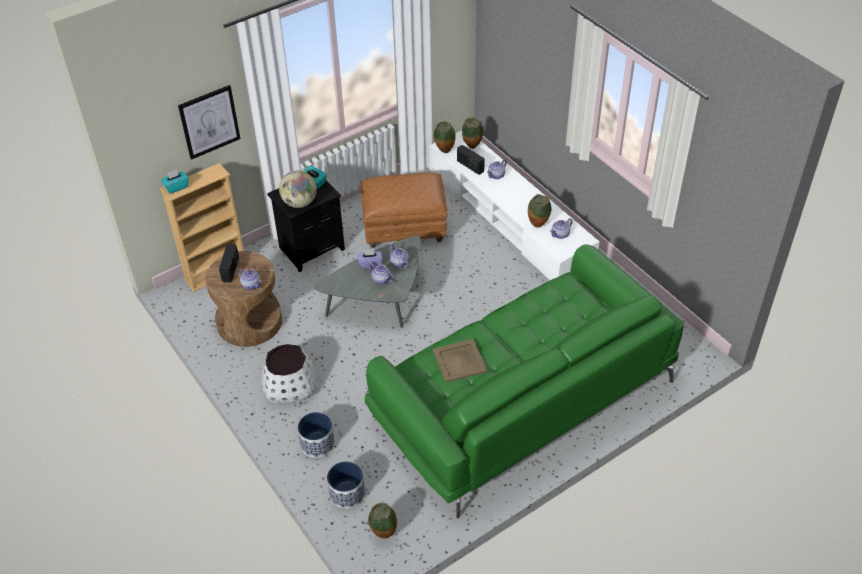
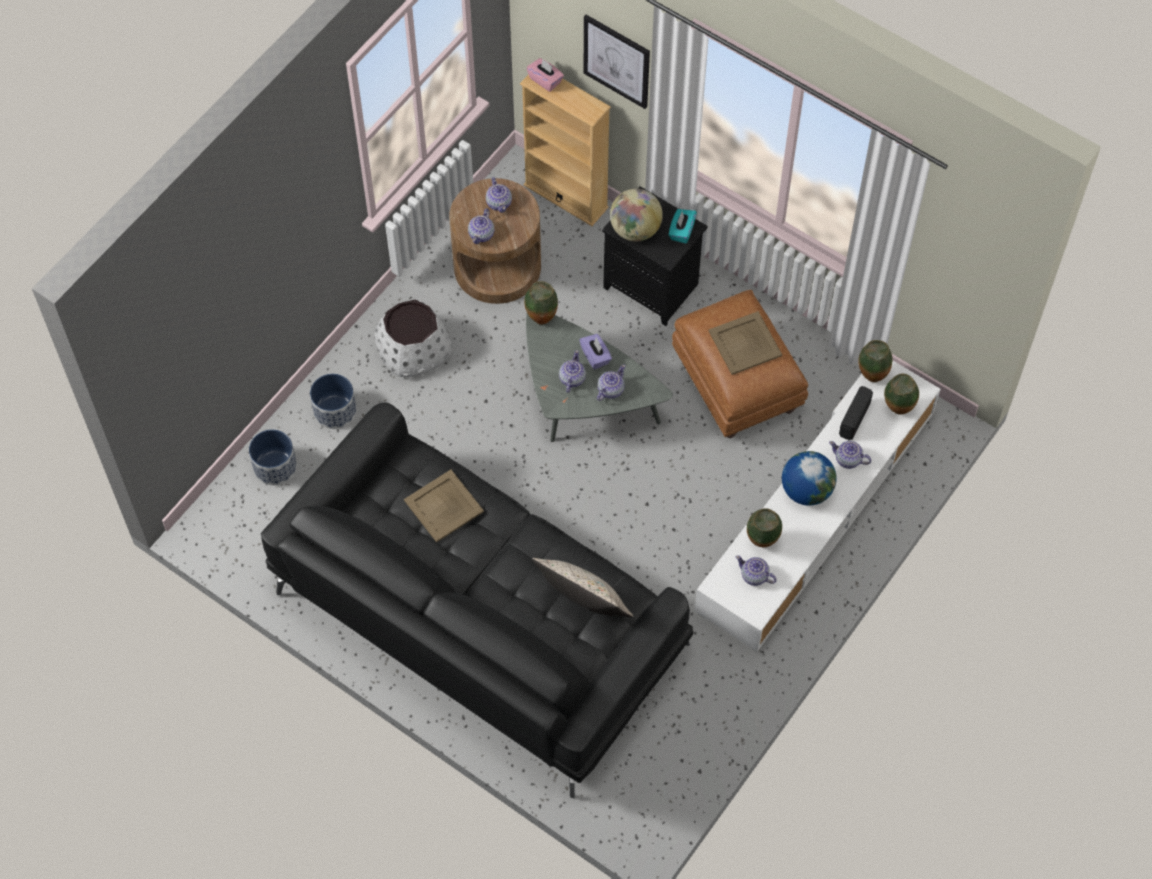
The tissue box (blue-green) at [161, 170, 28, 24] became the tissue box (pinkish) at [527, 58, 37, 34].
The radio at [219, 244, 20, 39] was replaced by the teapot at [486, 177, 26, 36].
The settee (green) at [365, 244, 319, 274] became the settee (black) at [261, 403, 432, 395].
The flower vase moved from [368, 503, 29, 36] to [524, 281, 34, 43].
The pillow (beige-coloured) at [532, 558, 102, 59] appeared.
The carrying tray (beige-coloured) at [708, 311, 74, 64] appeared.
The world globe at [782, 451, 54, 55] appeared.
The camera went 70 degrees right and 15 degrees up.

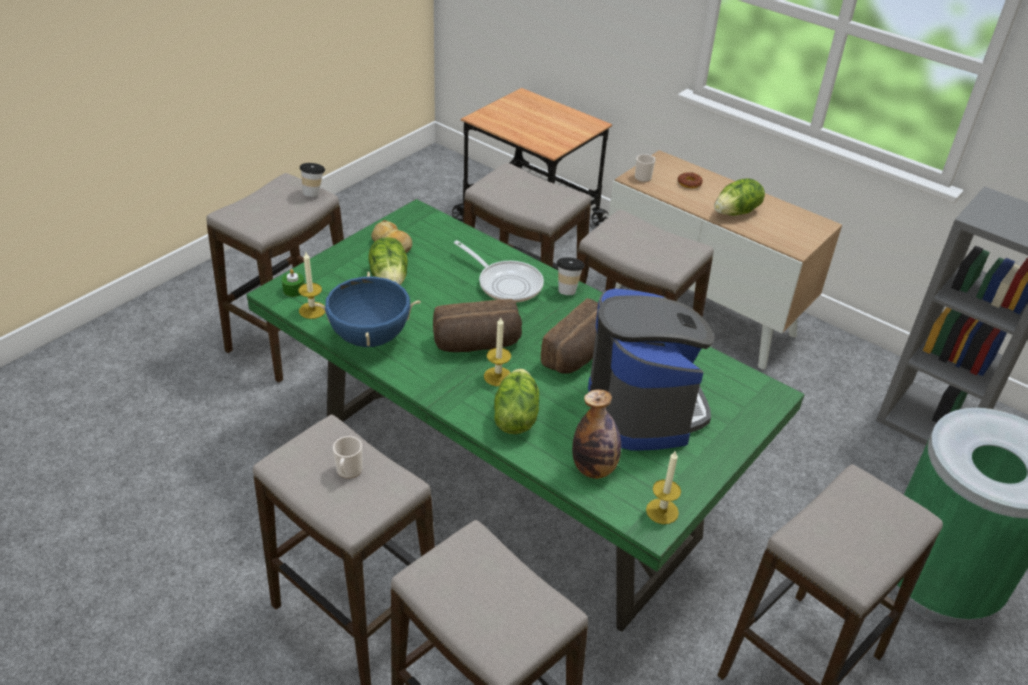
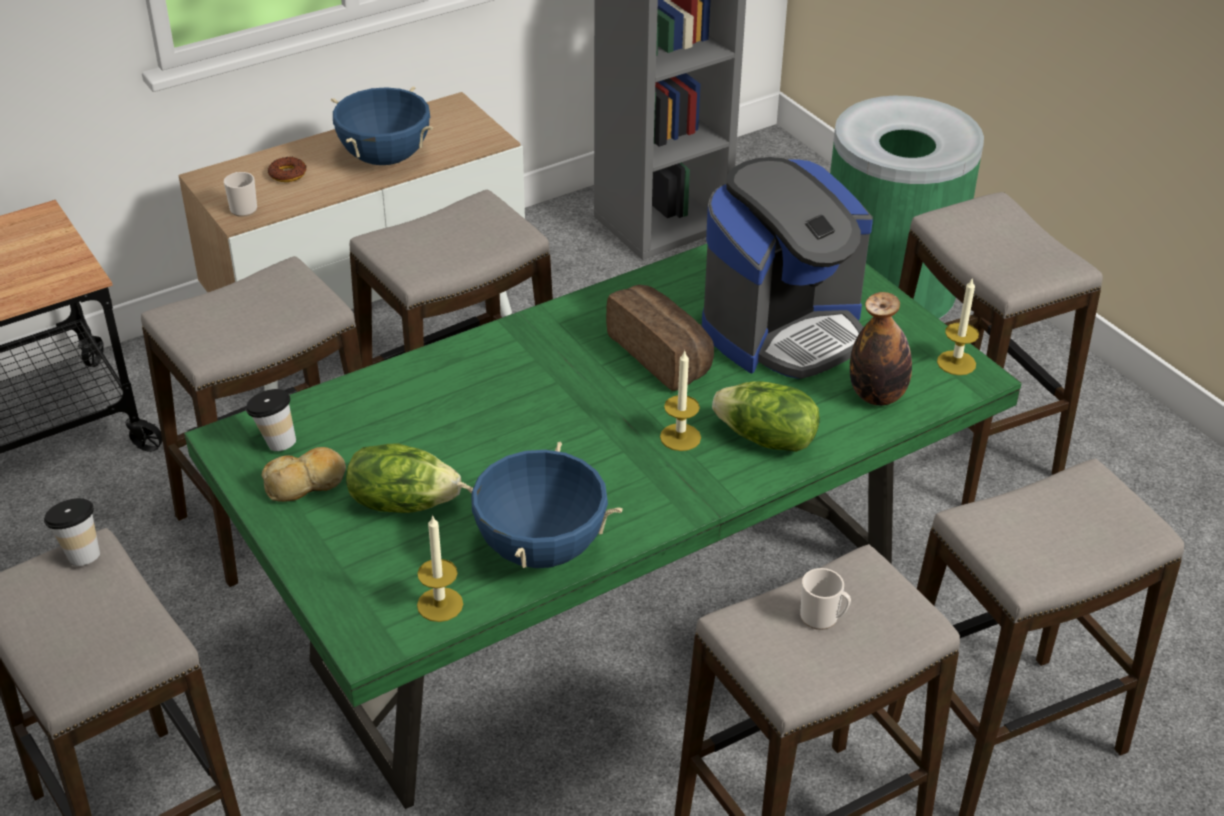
The wax light (green) at [282, 269, 22, 28] disappeared.
The baked bread at [433, 299, 89, 53] disappeared.
The skillet at [454, 240, 90, 63] disappeared.
The drinking cup moved from [557, 257, 28, 38] to [246, 389, 50, 62].
The coffee machine at [588, 288, 126, 163] turned 135 degrees clockwise.
The lettuce head at [714, 178, 51, 38] was replaced by the cooking pot (blue) at [331, 86, 102, 79].
The camera went 70 degrees left and 0 degrees up.

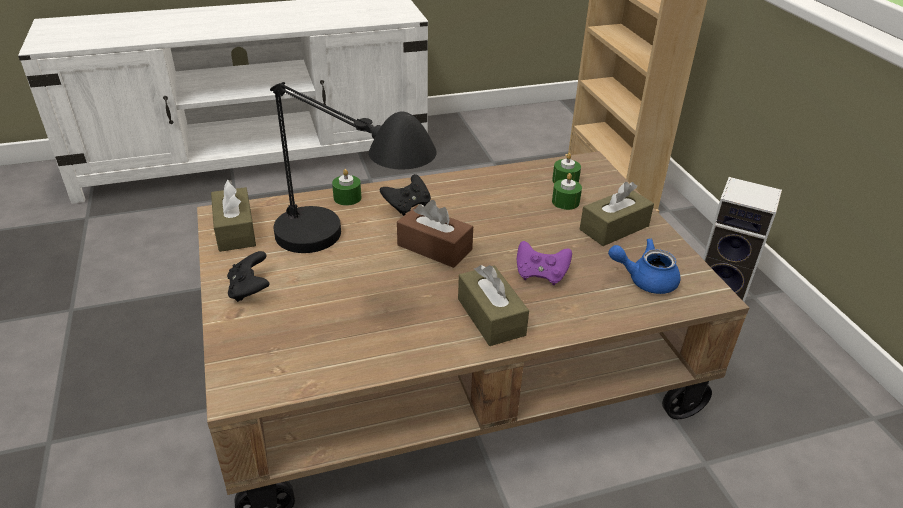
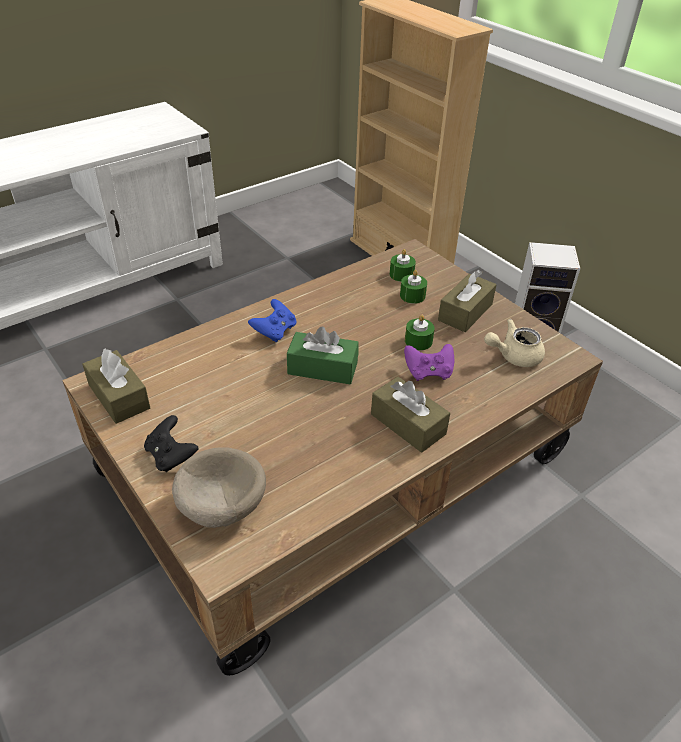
The tabletop lamp (black) at [270, 82, 167, 171] disappeared.
The wax light (green) moved from [332, 169, 29, 37] to [405, 315, 30, 35].
The game controller (black) at [380, 174, 51, 42] became the game controller (blue) at [248, 299, 48, 43].
The tissue box (brownish) at [397, 200, 76, 68] became the tissue box (green) at [287, 326, 72, 58].
The teapot (blue) at [608, 238, 72, 56] became the teapot (beige-coloured) at [484, 319, 61, 48].
The bowl (beige-coloured) at [172, 447, 94, 81] appeared.
The camera went 20 degrees left and 5 degrees up.

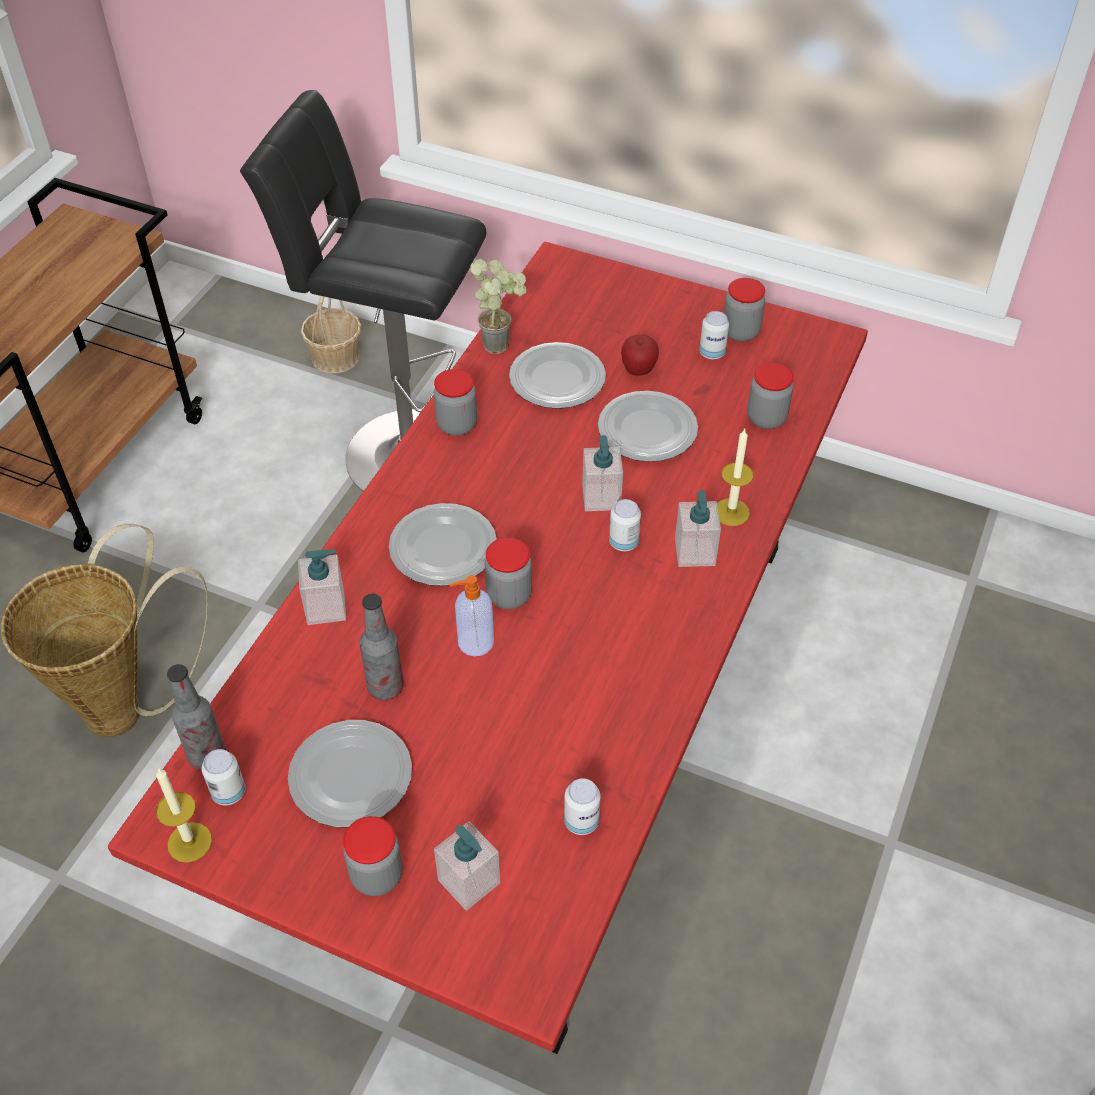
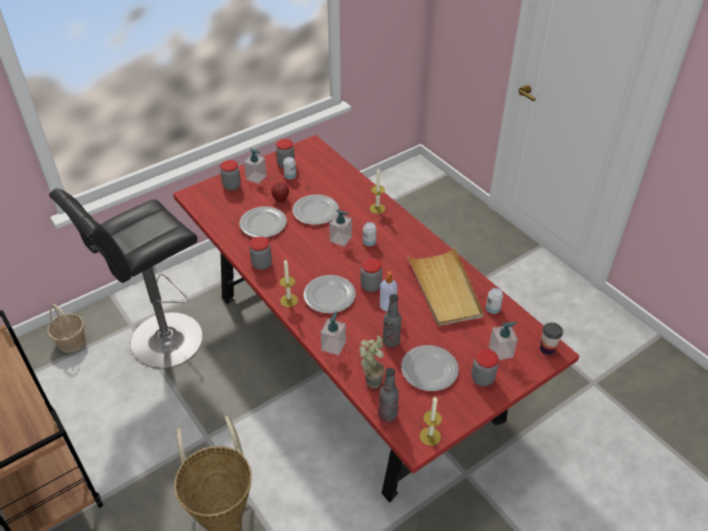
The metal can at [202, 749, 43, 56] disappeared.
The potted plant moved from [470, 259, 56, 95] to [360, 336, 25, 52].
The liquid soap bottle moved from [675, 490, 46, 77] to [244, 149, 23, 35].
The storage jar moved from [747, 363, 47, 66] to [220, 160, 21, 31].
The wax light at [280, 259, 18, 49] appeared.
The carrying tray (beige-coloured) at [407, 247, 77, 79] appeared.
The drinking cup at [540, 322, 23, 33] appeared.
The camera went 60 degrees left and 5 degrees down.

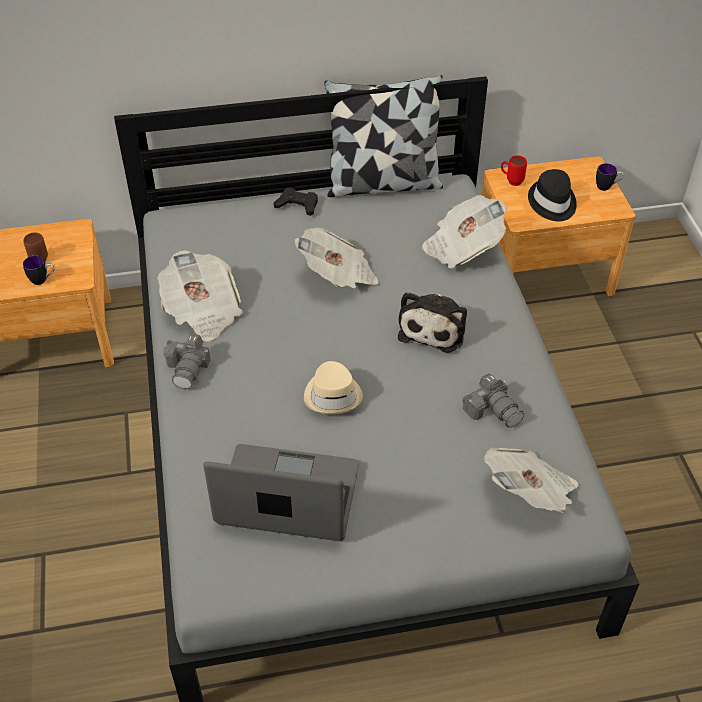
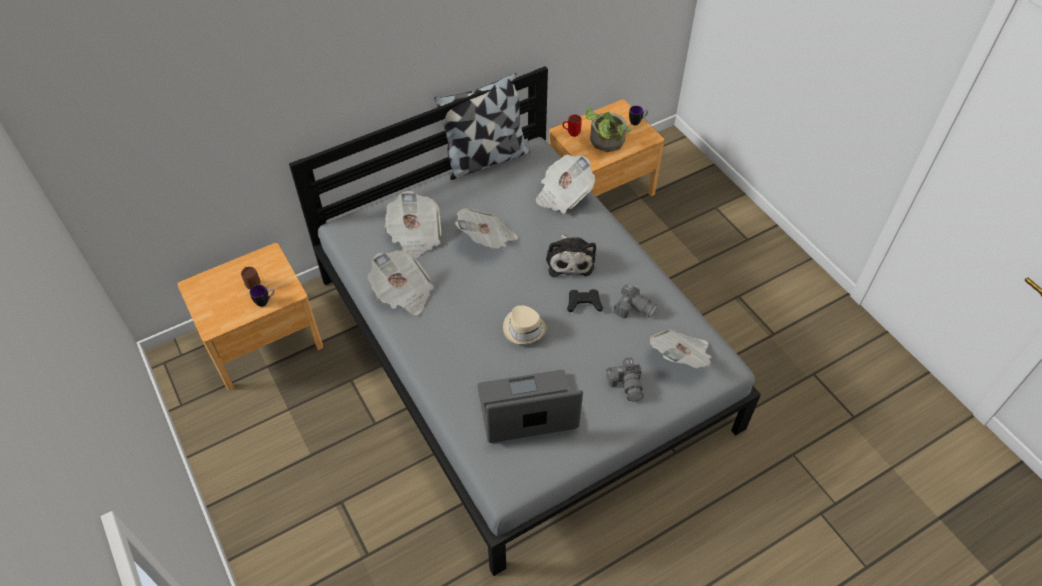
The photo camera moved from [164, 334, 47, 55] to [606, 357, 38, 44].
The game controller (black) moved from [274, 188, 44, 28] to [567, 289, 36, 23].
The hat (black) at [528, 169, 49, 52] was replaced by the potted plant at [585, 107, 47, 45].
The newspaper at [384, 191, 57, 67] appeared.
The camera went 20 degrees left and 5 degrees up.

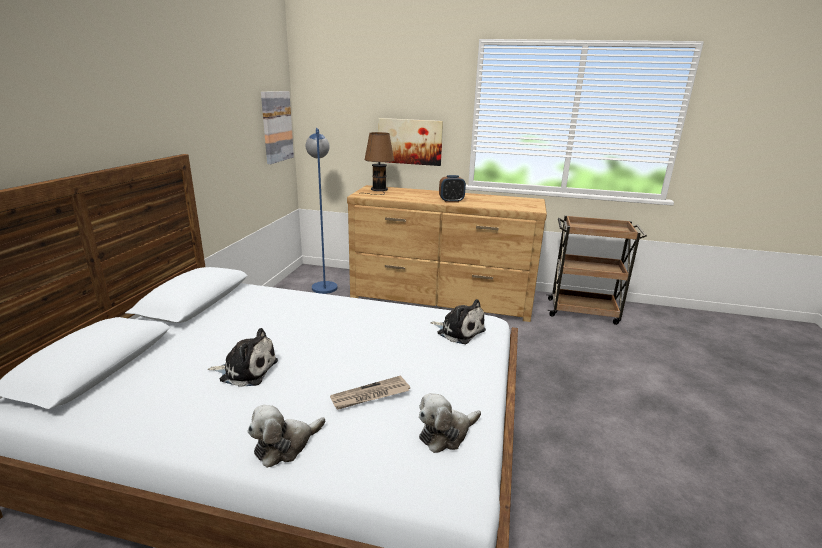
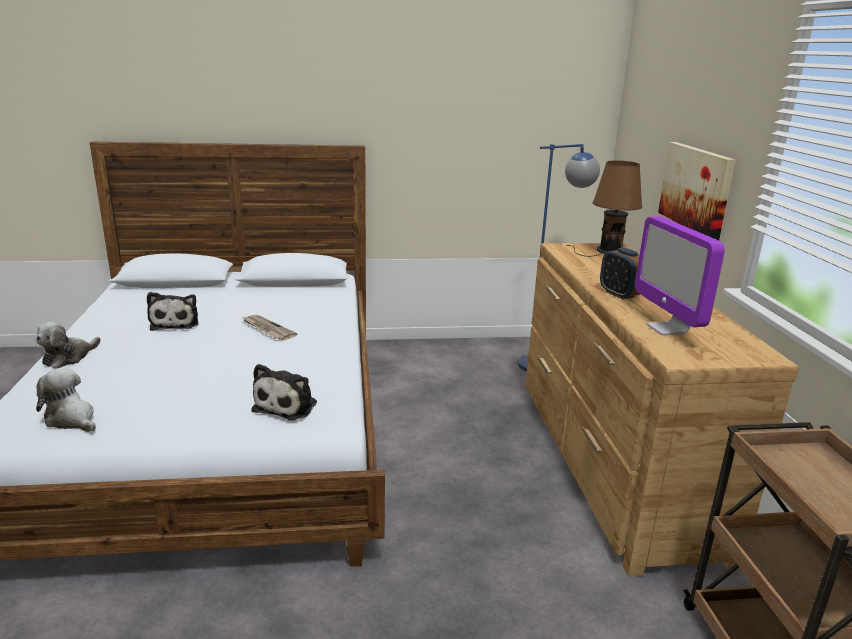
The soft toy at [247, 405, 78, 63] turned 90 degrees counterclockwise.
The wall picture at [261, 91, 33, 73] disappeared.
The newspaper moved from [330, 375, 80, 35] to [242, 315, 55, 25].
The computer display at [635, 216, 90, 119] appeared.
The camera went 70 degrees right and 0 degrees up.

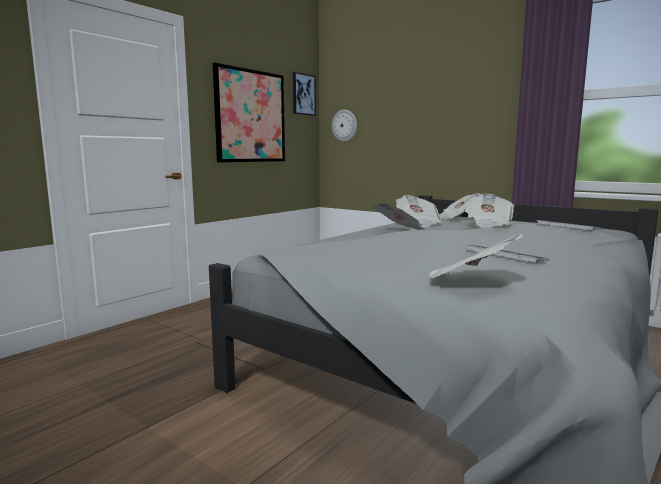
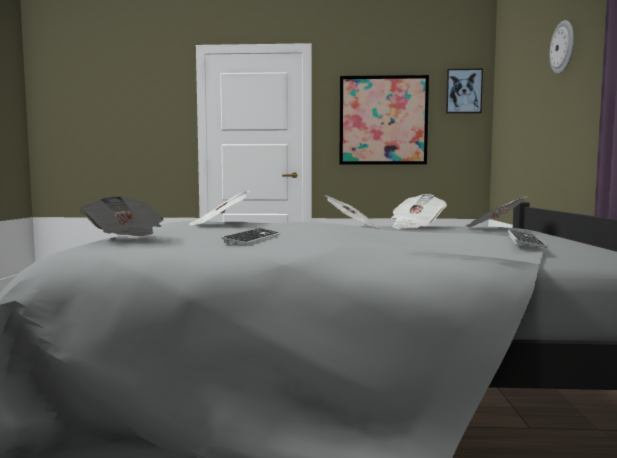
The hanging clock moved from [332, 110, 25, 32] to [550, 20, 24, 54].
The newspaper moved from [464, 194, 50, 34] to [188, 191, 62, 35].
The camera went 55 degrees right and 5 degrees down.

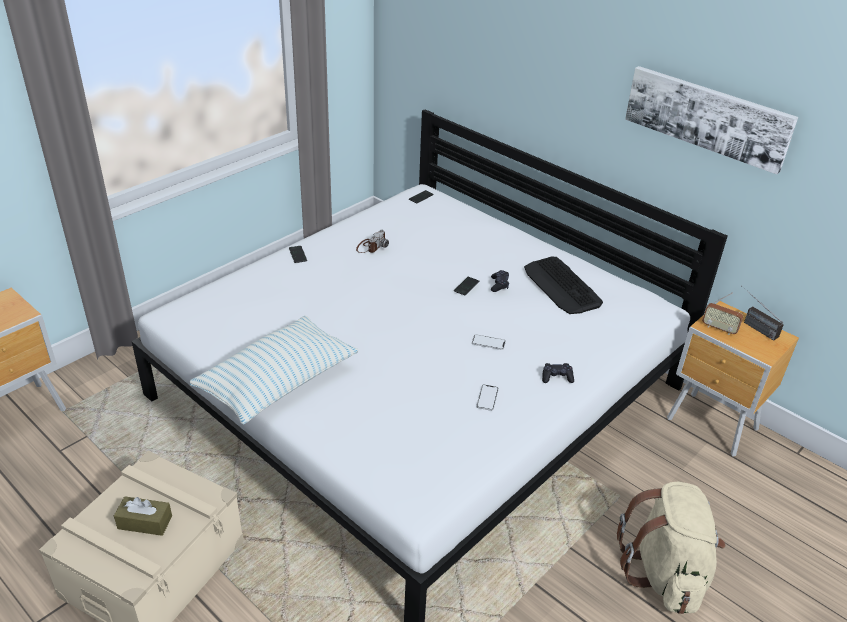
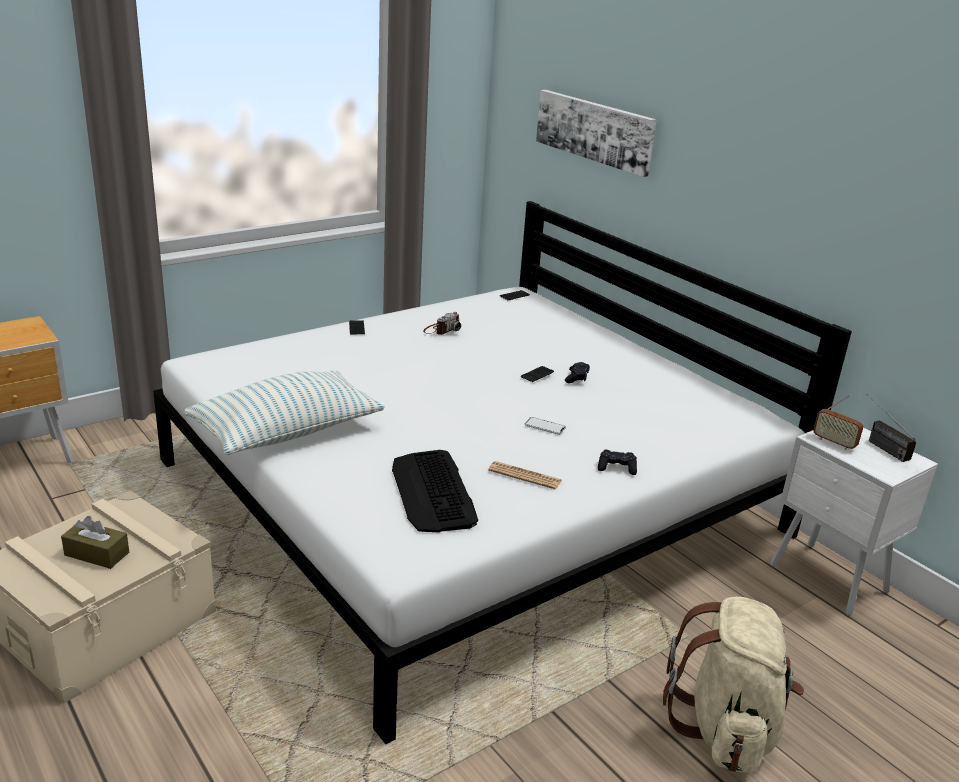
The telephone at [476, 385, 23, 26] was replaced by the newspaper at [488, 461, 74, 29].
The PC keyboard moved from [524, 256, 79, 58] to [392, 450, 86, 82].
The wall picture moved from [625, 66, 173, 108] to [536, 90, 121, 87].
The night table (brownish) at [667, 301, 132, 156] became the night table (white) at [771, 428, 167, 188].
The camera went 10 degrees right and 10 degrees down.

